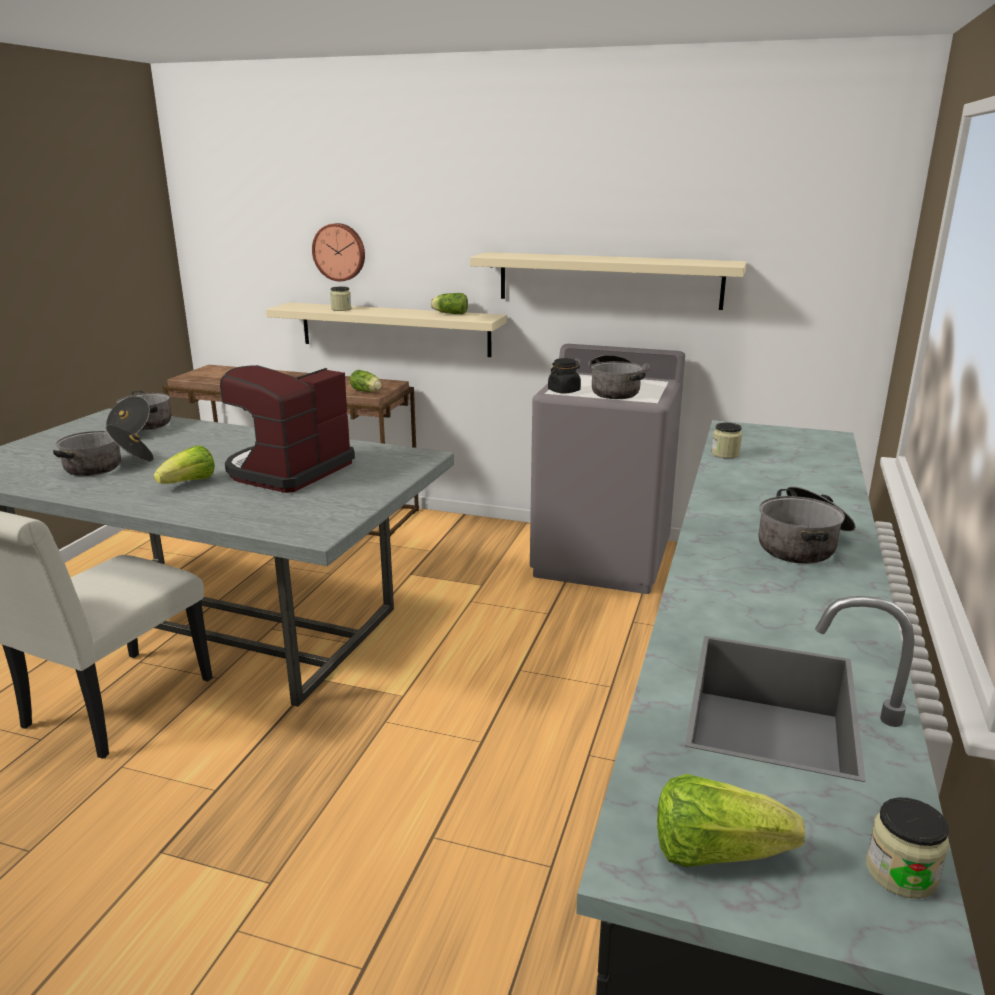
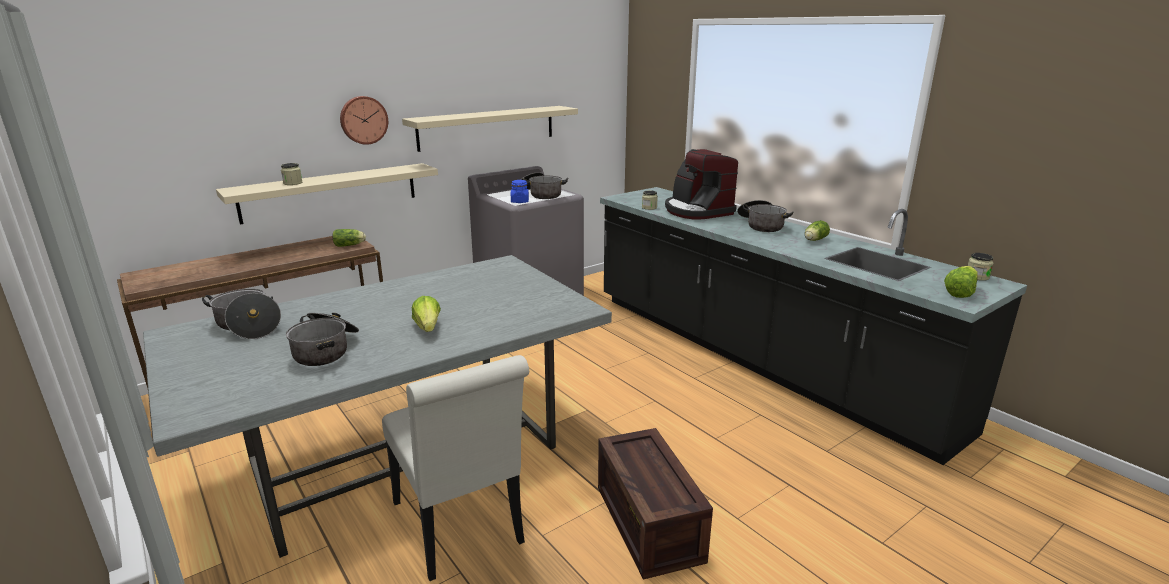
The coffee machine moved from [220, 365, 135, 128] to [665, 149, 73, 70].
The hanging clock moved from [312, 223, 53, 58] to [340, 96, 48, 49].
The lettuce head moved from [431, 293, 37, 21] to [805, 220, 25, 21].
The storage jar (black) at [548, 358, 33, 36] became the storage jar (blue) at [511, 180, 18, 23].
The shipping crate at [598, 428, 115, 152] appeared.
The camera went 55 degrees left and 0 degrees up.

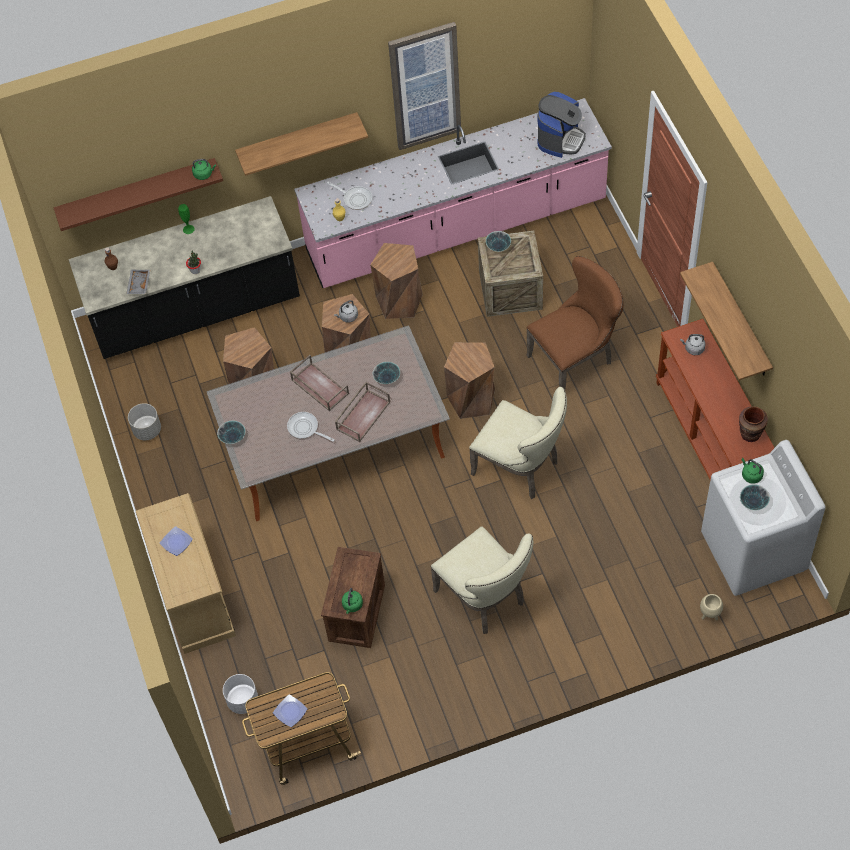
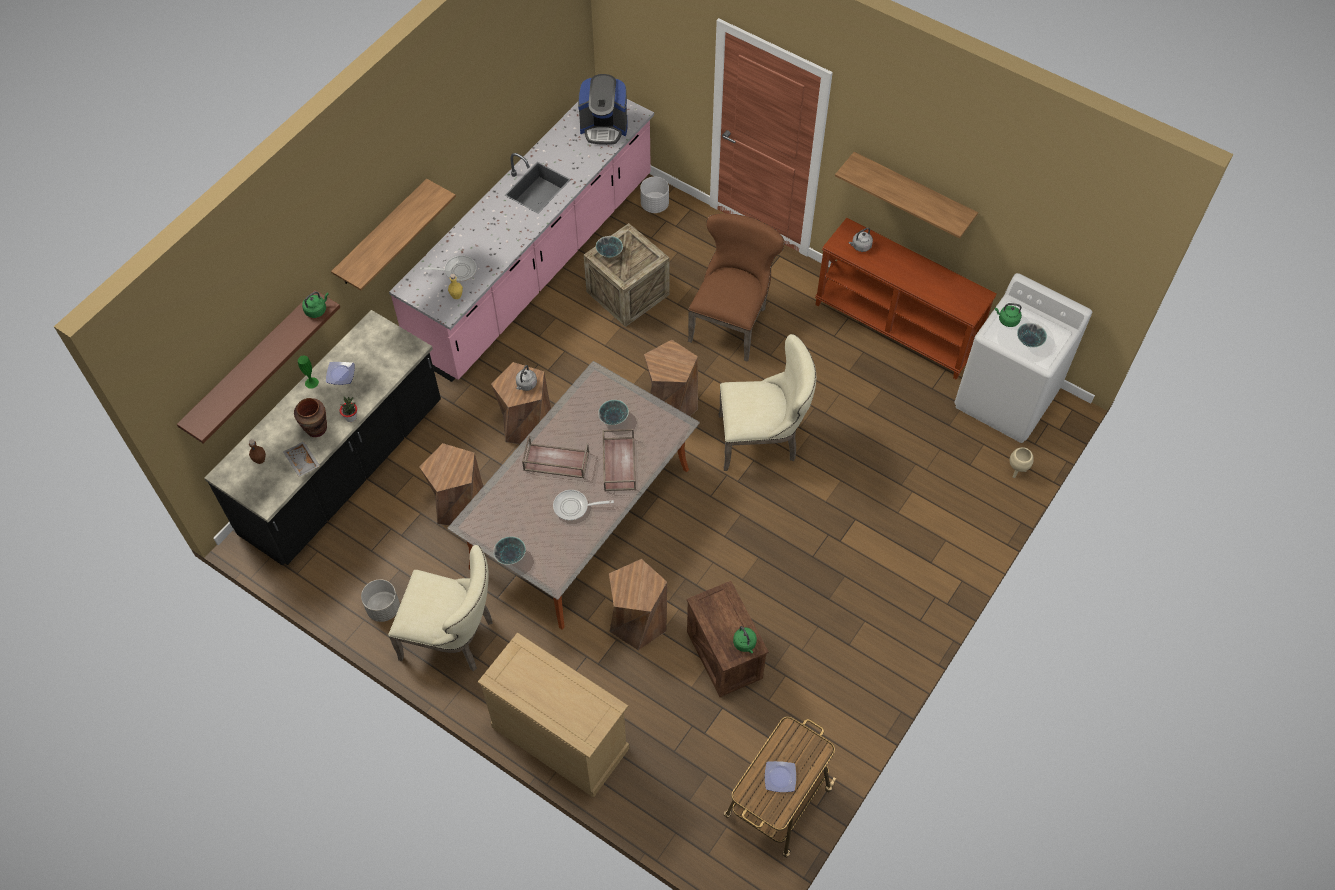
The dinner plate moved from [160, 526, 33, 30] to [326, 362, 28, 23].
The plant pot (white) moved from [223, 674, 35, 40] to [640, 176, 29, 37].
The stool seat (brownish) moved from [370, 243, 53, 76] to [609, 559, 58, 91].
The wall picture at [388, 22, 73, 128] disappeared.
The upright chair (beige-coloured) moved from [431, 526, 102, 108] to [388, 545, 105, 127].
The coffee machine at [537, 92, 49, 66] turned 105 degrees clockwise.
The flower vase (brownish) moved from [739, 406, 29, 36] to [294, 398, 33, 39].
The camera went 40 degrees left and 0 degrees up.

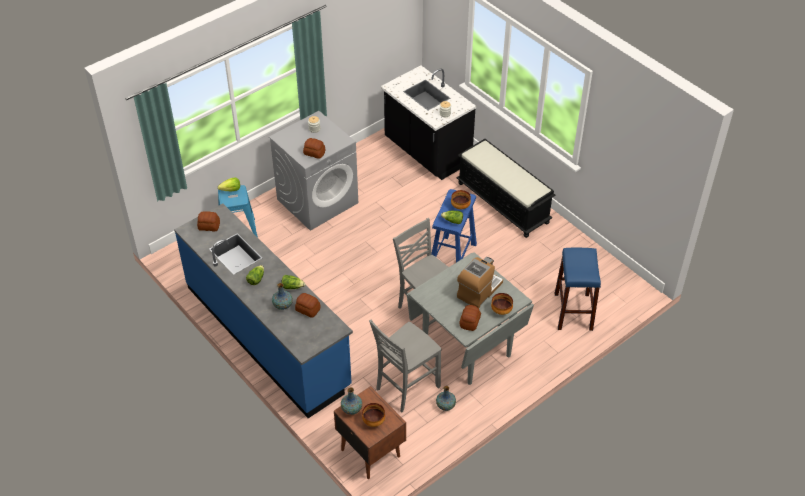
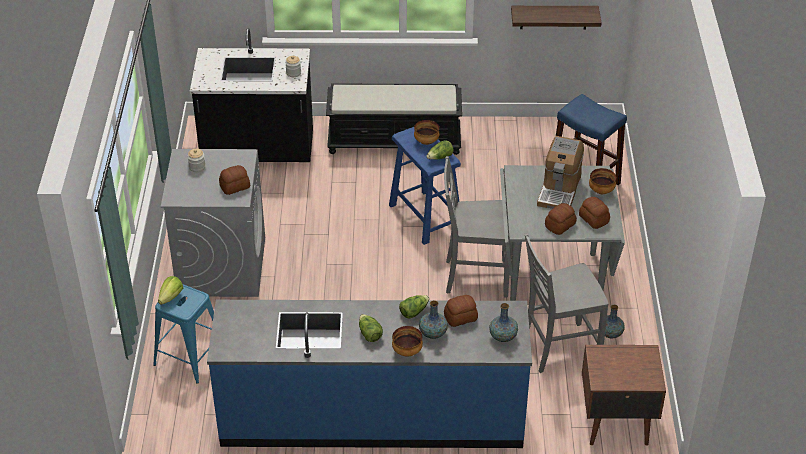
The baked bread moved from [197, 211, 23, 21] to [545, 203, 32, 32].
The flower vase moved from [341, 387, 21, 28] to [489, 303, 29, 39].
The bowl moved from [362, 403, 23, 24] to [392, 326, 31, 30].
The upright chair (grey) at [369, 320, 72, 92] turned 75 degrees clockwise.
The coffee machine at [457, 257, 46, 51] turned 150 degrees counterclockwise.
The bracket shelf at [511, 6, 90, 23] appeared.
The camera went 50 degrees left and 5 degrees down.

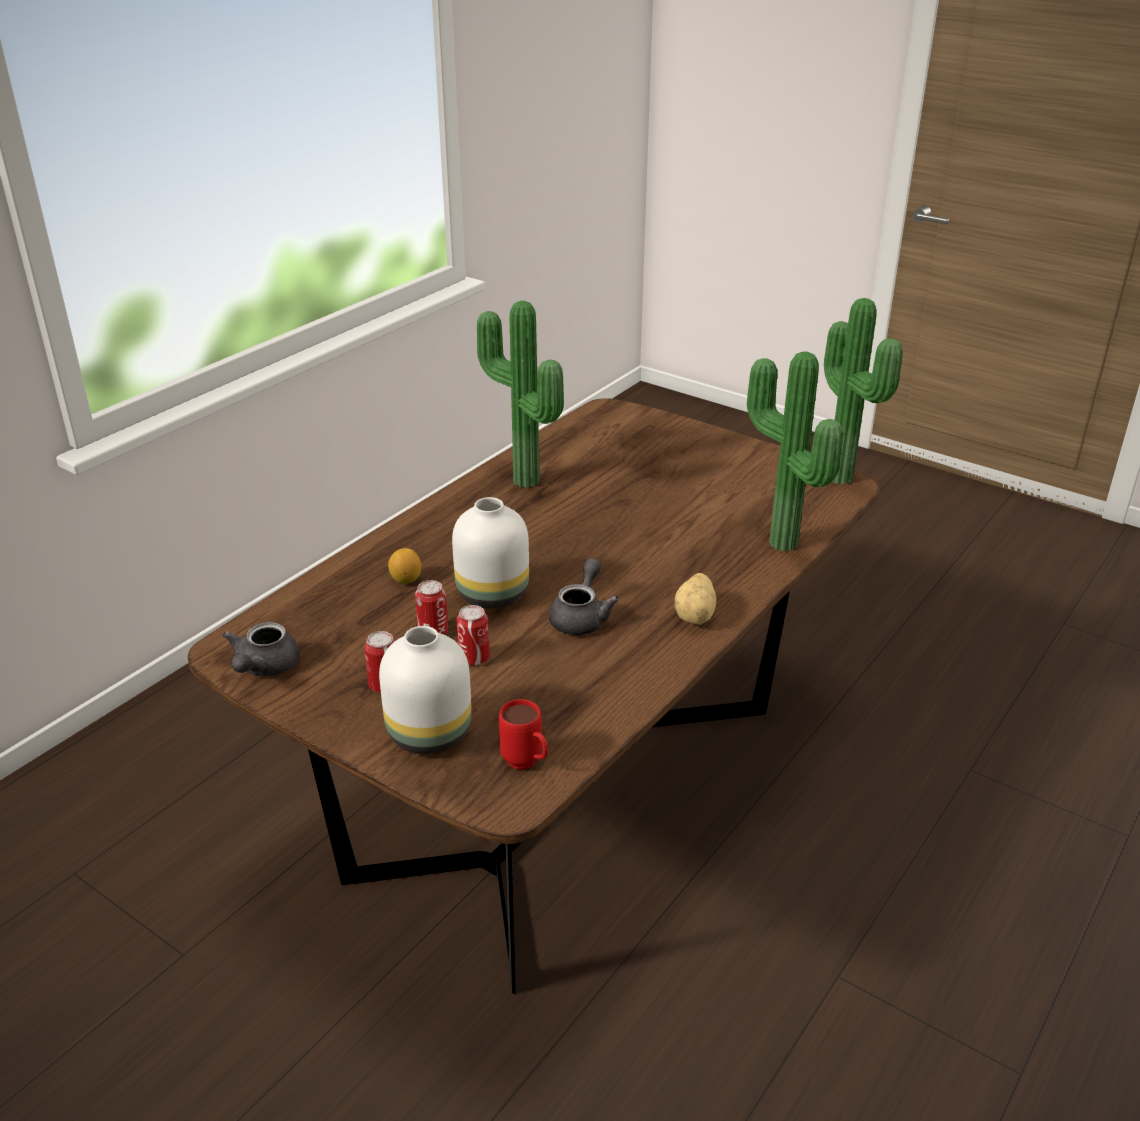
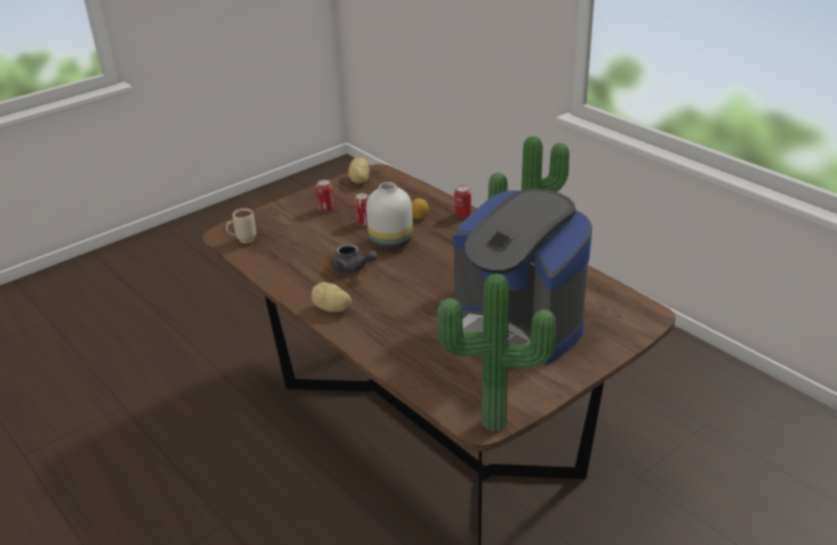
The teapot (grey) at [222, 622, 78, 54] was replaced by the potato at [348, 158, 22, 25].
The flower vase (white) at [379, 626, 93, 128] disappeared.
The metal can moved from [457, 605, 33, 60] to [454, 185, 17, 33].
The coffee mug (red) at [499, 699, 49, 71] became the coffee mug (beige-coloured) at [226, 208, 30, 35].
The potted plant at [747, 351, 96, 200] disappeared.
The coffee machine at [453, 189, 139, 179] appeared.
The camera went 105 degrees right and 0 degrees up.

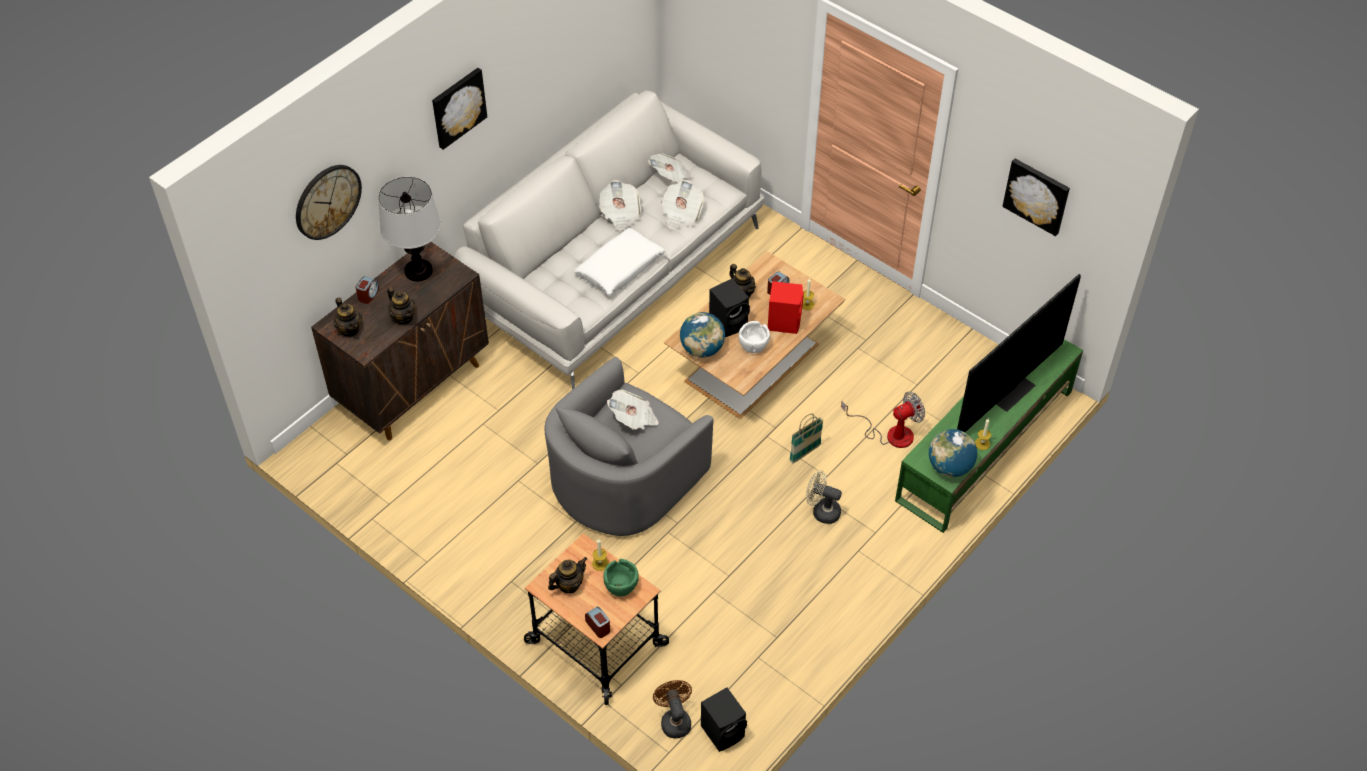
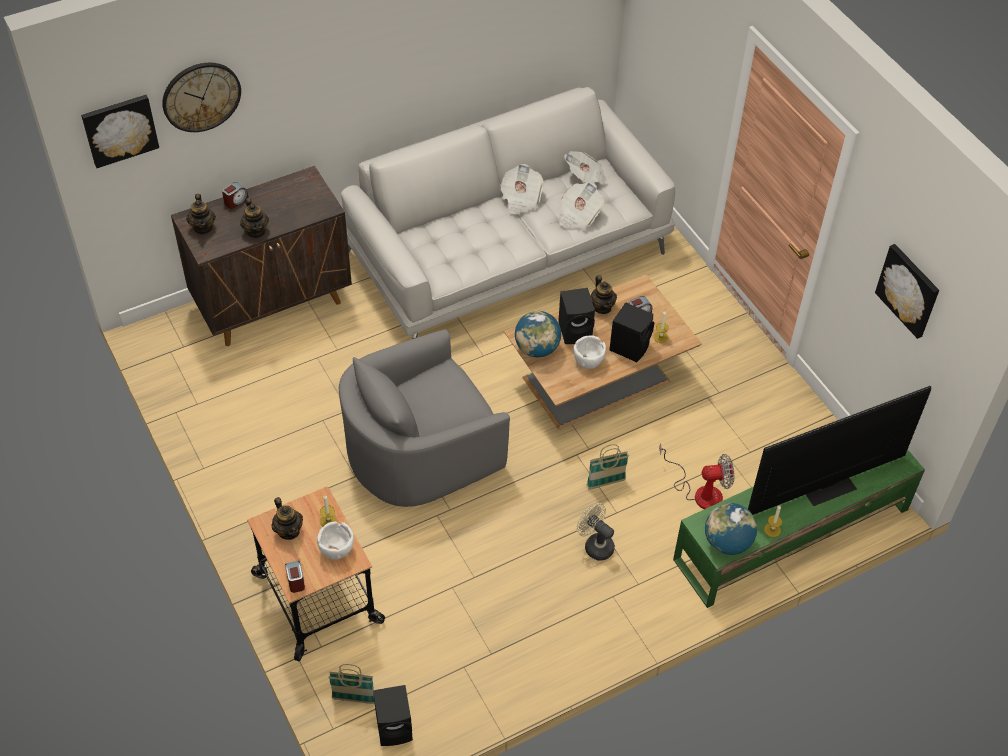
The tabletop lamp at [378, 177, 63, 104] disappeared.
The wall picture moved from [432, 68, 55, 82] to [81, 95, 78, 73].
The teapot at [548, 557, 39, 36] turned 75 degrees clockwise.
The pillow (white) at [574, 228, 91, 67] disappeared.
The bowl (green) at [604, 559, 35, 38] became the bowl (white) at [317, 521, 37, 39].
The newspaper at [607, 389, 52, 41] disappeared.
The cooling fan (brownish) at [653, 680, 39, 58] was replaced by the basket at [328, 664, 47, 40].
The speaker (red) at [768, 281, 36, 53] became the speaker (black) at [609, 302, 45, 60].
The camera went 20 degrees right and 0 degrees up.

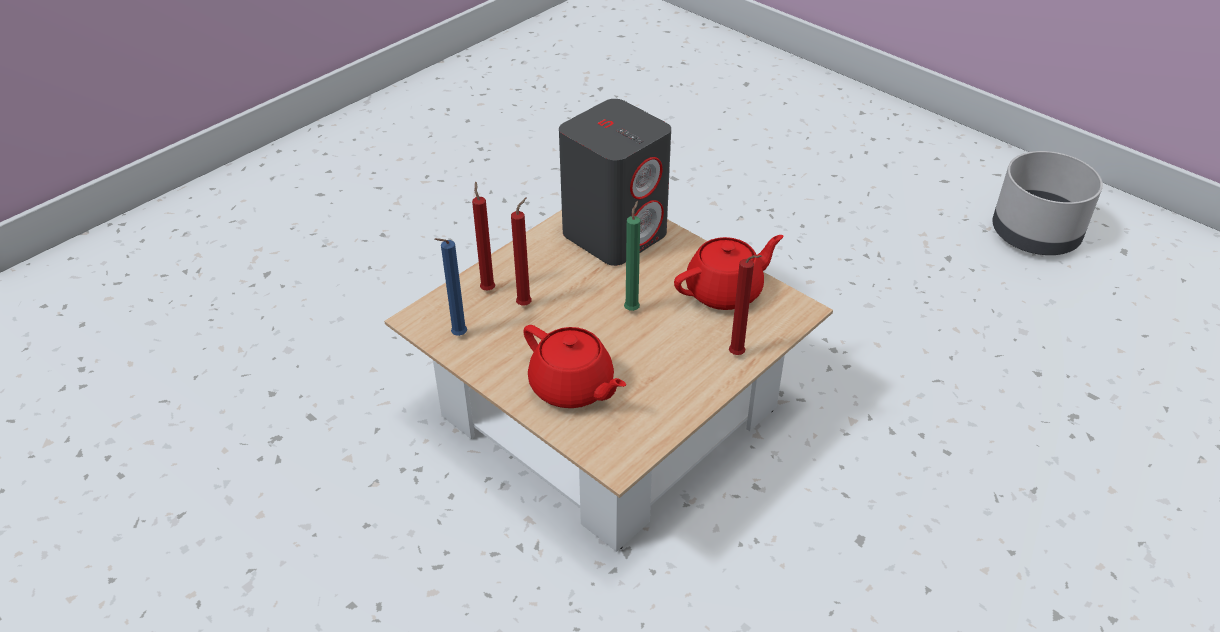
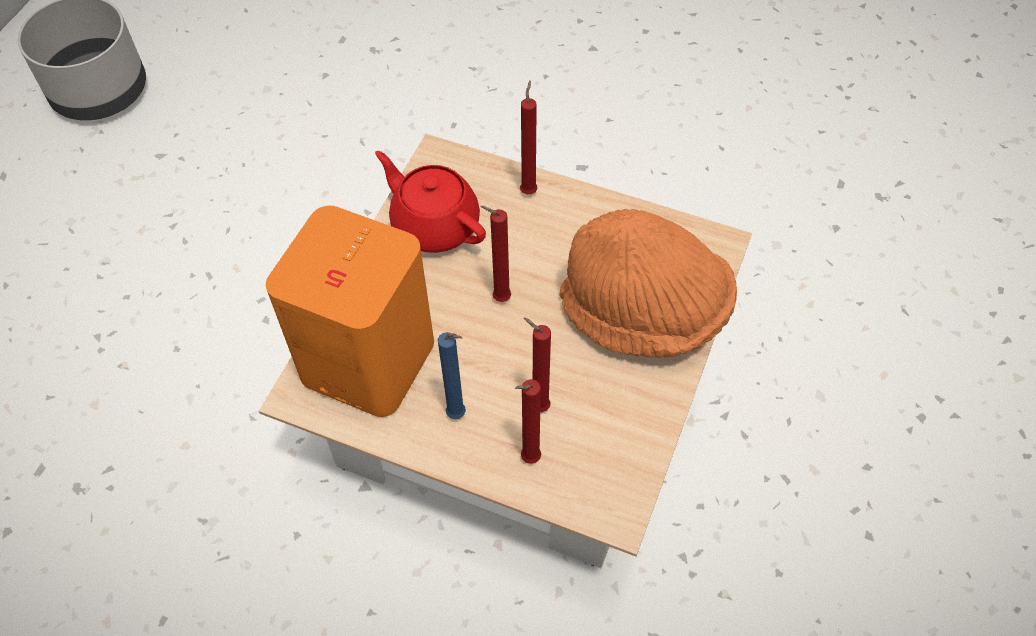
The wax light (blue) moved from [434, 238, 33, 98] to [438, 332, 28, 87].
The teapot (red) at [523, 325, 103, 83] was replaced by the hat (orange) at [559, 209, 178, 149].
The speaker (grey) at [559, 99, 112, 167] became the speaker (orange) at [266, 206, 168, 211].
The wax light (green) at [624, 201, 16, 110] became the wax light (red) at [480, 206, 31, 96].
The camera went 110 degrees left and 15 degrees up.

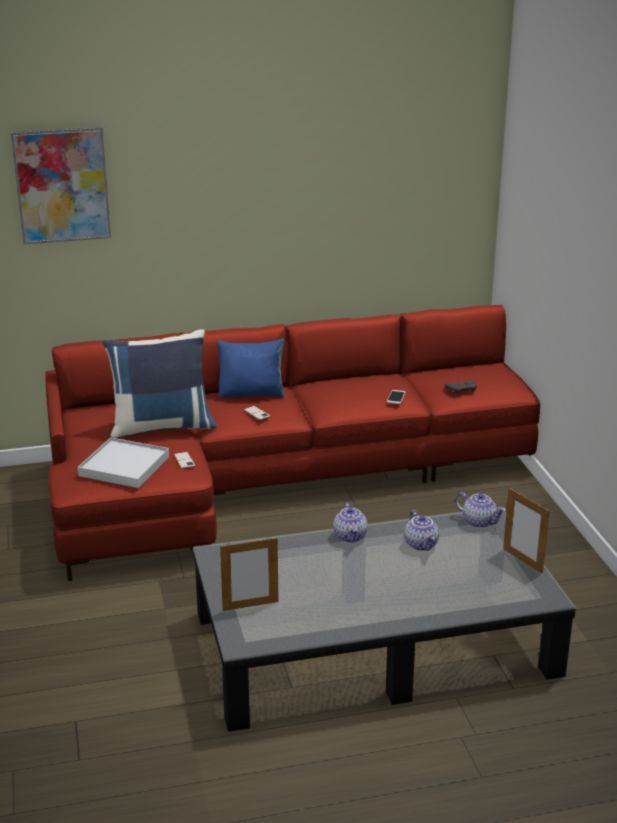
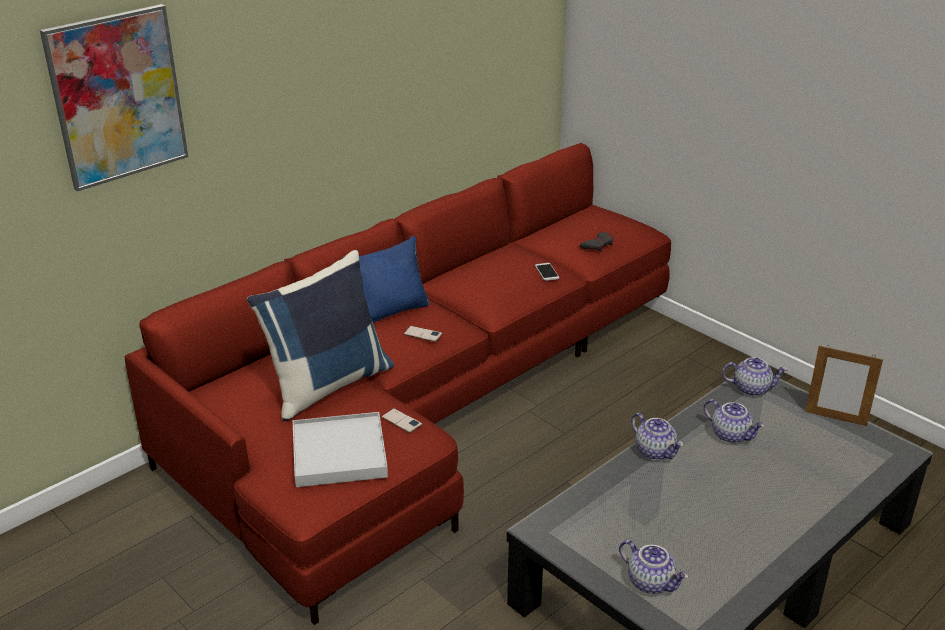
The photo frame at [220, 537, 59, 74] was replaced by the teapot at [619, 540, 70, 54].
The camera went 30 degrees left and 5 degrees up.

